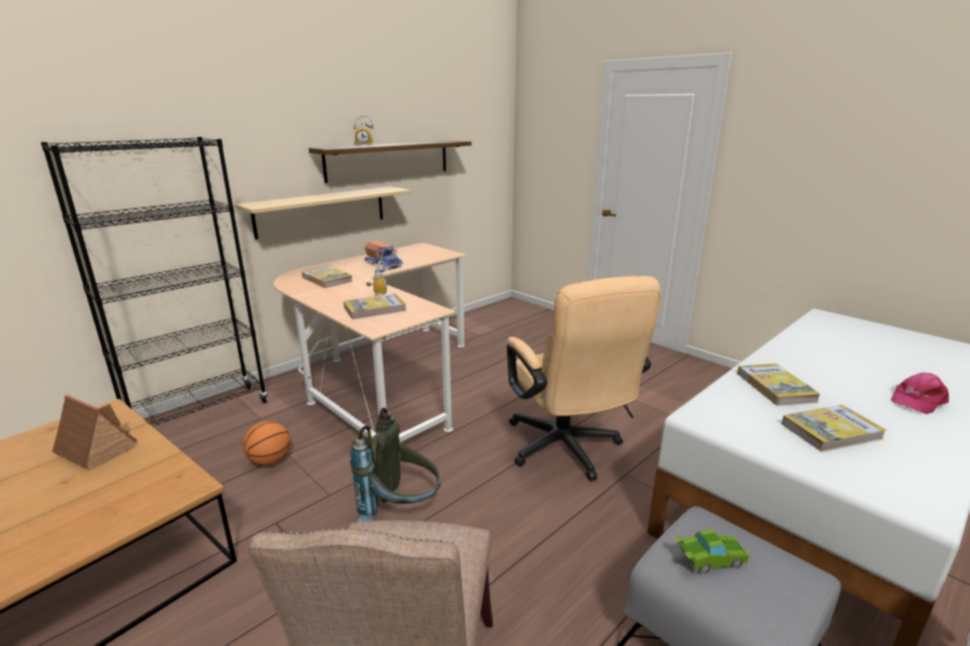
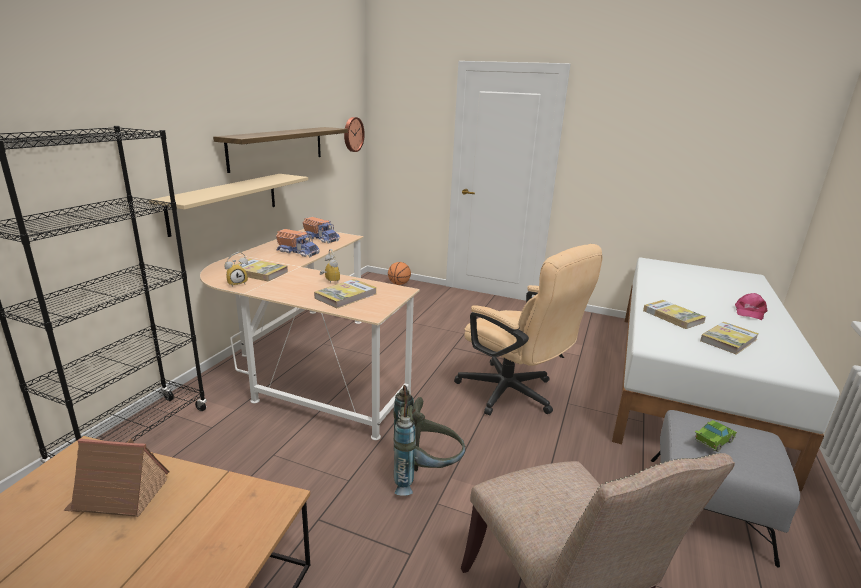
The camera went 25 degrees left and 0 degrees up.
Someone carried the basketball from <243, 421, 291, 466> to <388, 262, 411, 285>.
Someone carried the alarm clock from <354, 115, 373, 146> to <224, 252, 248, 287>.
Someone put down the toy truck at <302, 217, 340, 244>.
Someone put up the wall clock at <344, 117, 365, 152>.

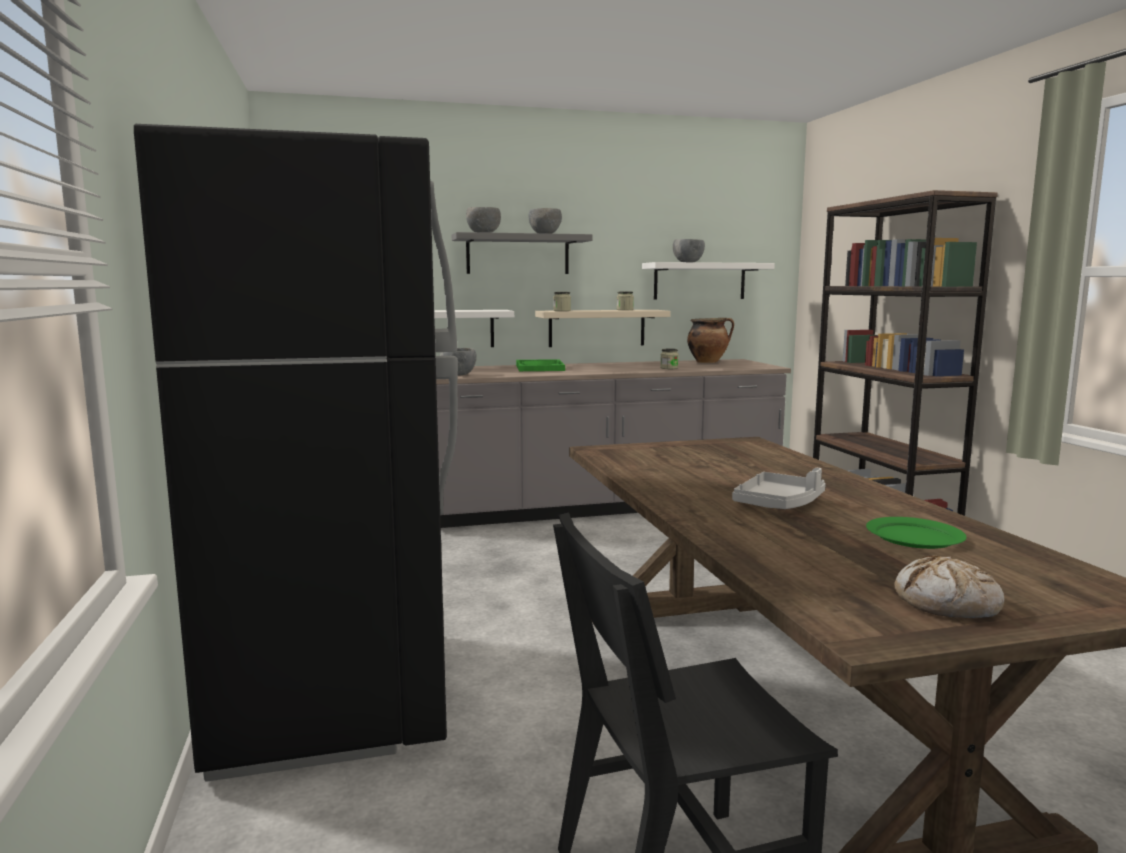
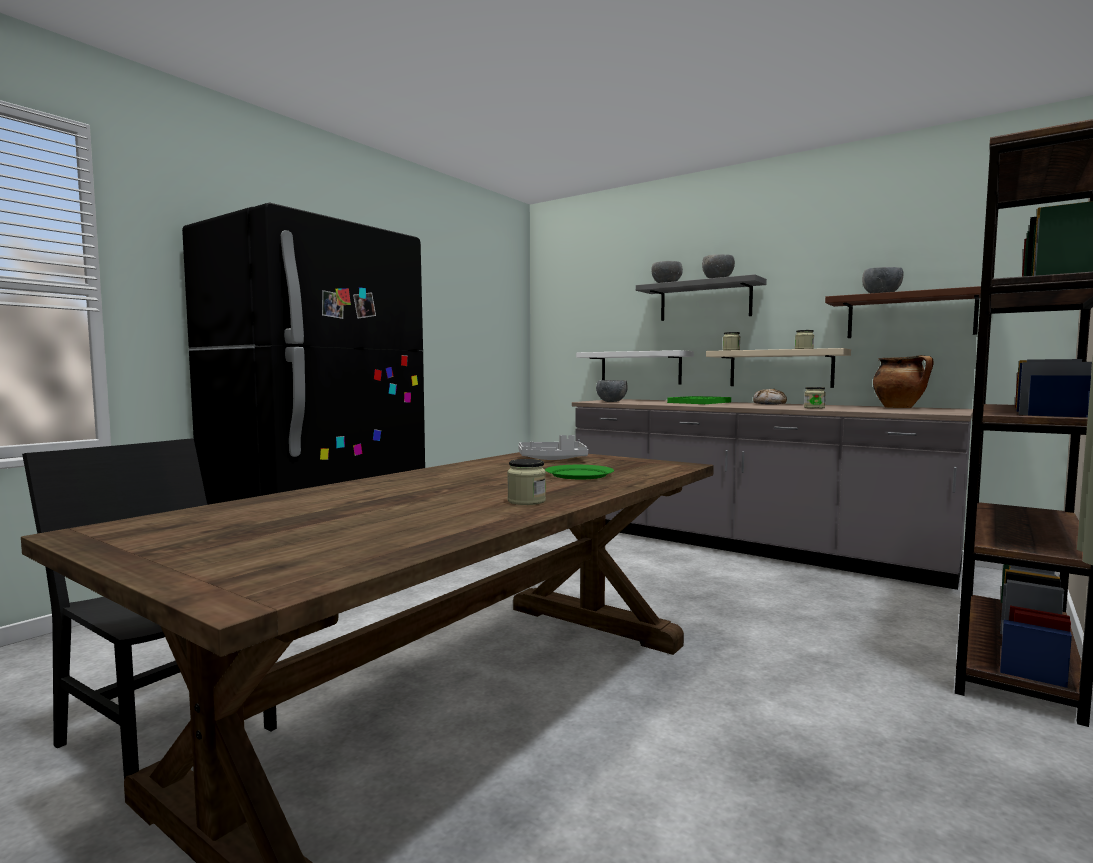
The camera went 50 degrees right and 5 degrees down.
Someone repainted the shelf (white) at <642, 262, 775, 299>, which became the shelf (brown) at <825, 286, 981, 338>.
Someone carried the tray (grey) from <732, 468, 826, 509> to <518, 435, 588, 460>.
Someone carried the plate (green) from <866, 517, 967, 549> to <545, 465, 614, 479>.
Someone carried the bread from <894, 555, 1004, 618> to <753, 389, 787, 405>.
Someone put down the jar at <507, 459, 546, 505>.

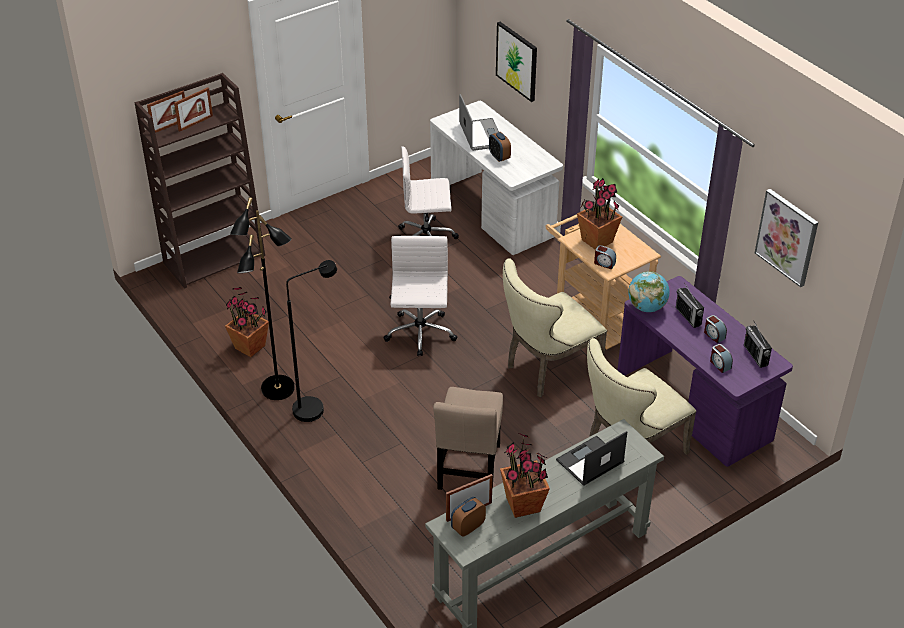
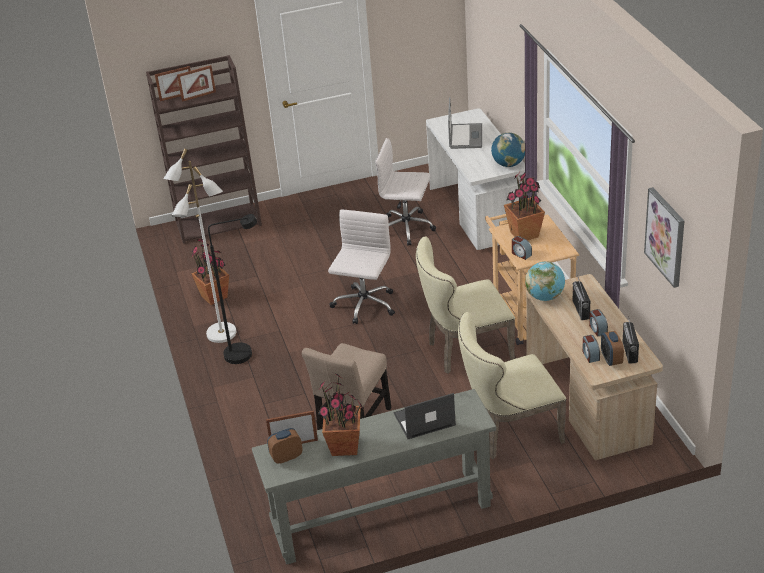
The camera went 20 degrees right and 5 degrees down.
Someone repainted the floor lamp (black) at <230, 197, 295, 400>, which became the floor lamp (white) at <164, 149, 236, 343>.
Someone carried the alarm clock from <489, 132, 511, 162> to <601, 331, 624, 366>.
Someone took away the picture at <496, 22, 537, 102>.
Someone repainted the desk (purple) at <617, 276, 793, 467>, which became the desk (beige) at <526, 274, 663, 460>.
Someone put down the globe at <491, 133, 525, 167>.

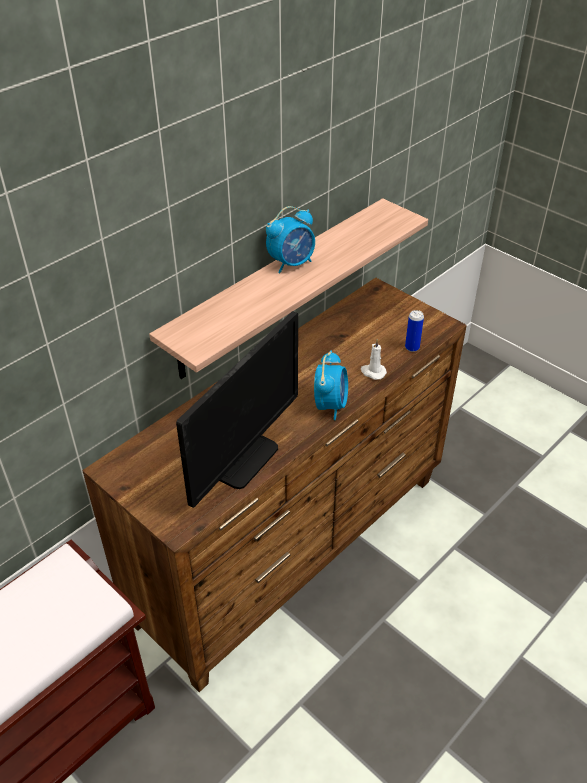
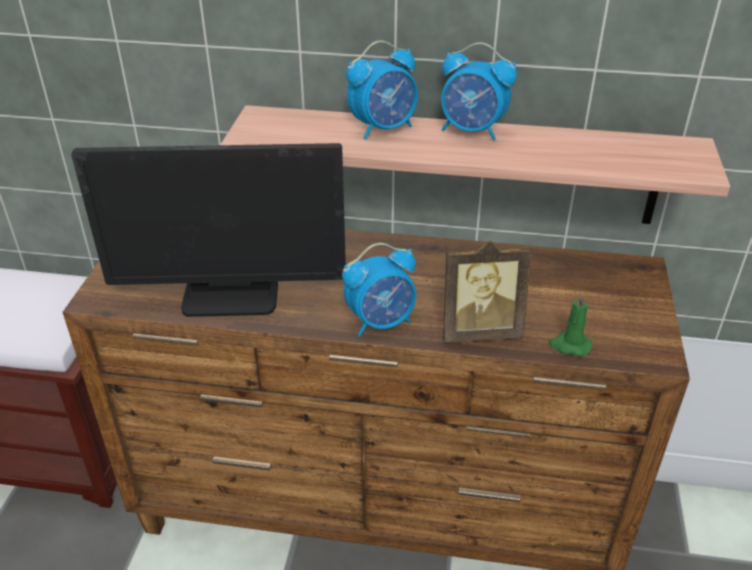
The camera went 55 degrees right and 5 degrees down.
Someone swapped the candle (white) at <361, 339, 387, 380> for the picture frame at <443, 241, 531, 343>.
Someone swapped the can at <405, 310, 424, 352> for the candle (green) at <548, 292, 592, 356>.
Someone put down the alarm clock at <346, 40, 418, 140>.

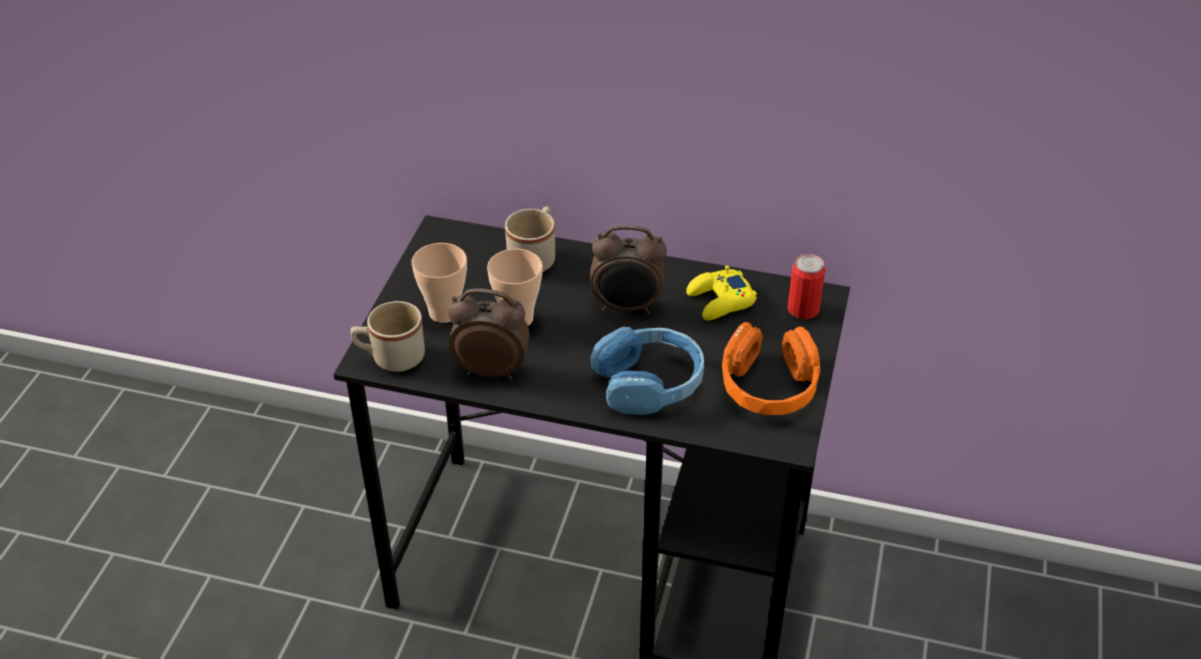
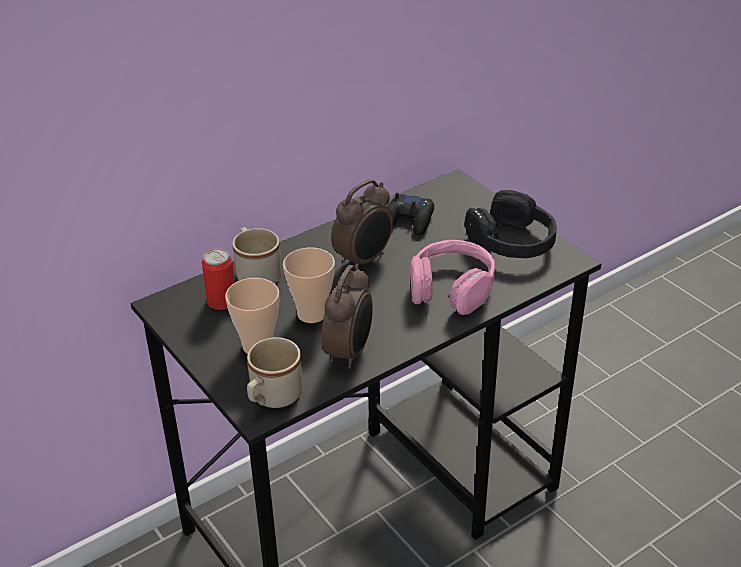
The camera went 50 degrees left and 5 degrees down.
Someone rotated the alarm clock at <447, 288, 530, 380> by 150 degrees clockwise.
Someone repainted the headphones (blue) at <590, 327, 704, 415>, which became the headphones (pink) at <410, 240, 495, 315>.
Someone repainted the game controller (yellow) at <686, 265, 757, 320>, which became the game controller (black) at <387, 193, 434, 235>.
Someone repainted the headphones (orange) at <722, 322, 820, 415>, which became the headphones (black) at <465, 190, 557, 258>.
Someone carried the can from <788, 254, 825, 319> to <202, 248, 235, 310>.

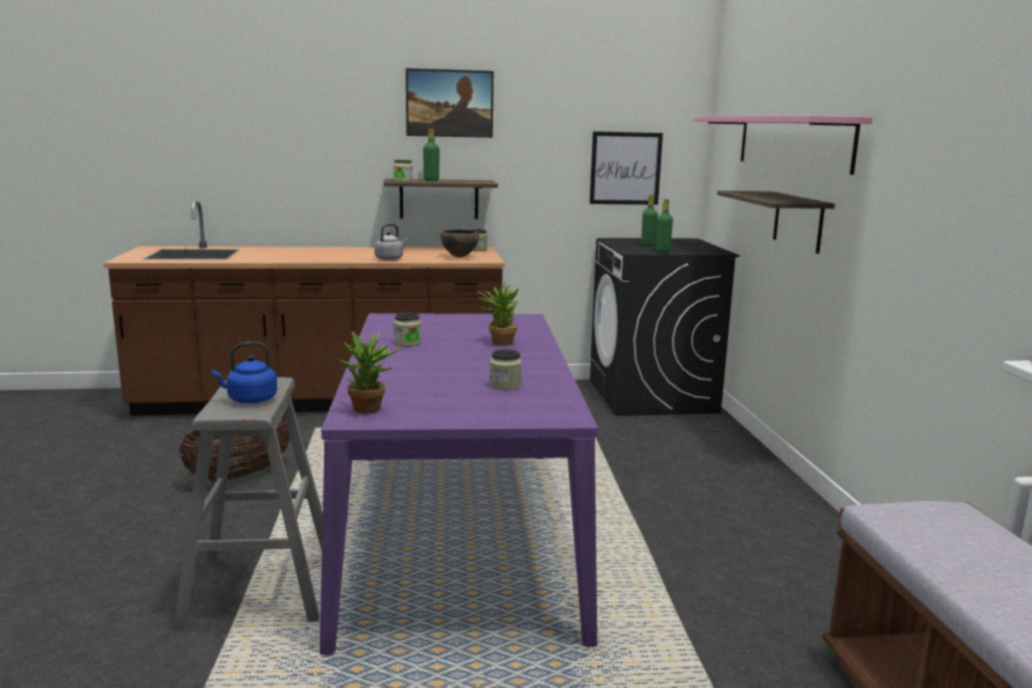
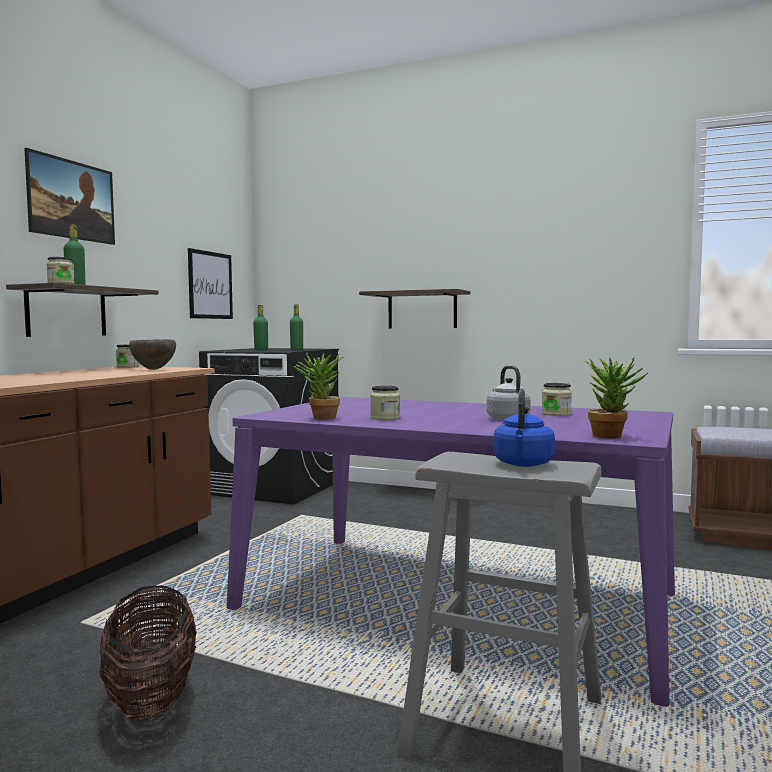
The camera went 60 degrees left and 10 degrees down.
Someone carried the kettle (grey) from <374, 224, 408, 260> to <487, 366, 531, 420>.
Someone carried the potted plant from <477, 282, 519, 346> to <293, 352, 344, 420>.
Someone took away the shelf (pink) at <694, 115, 873, 175>.

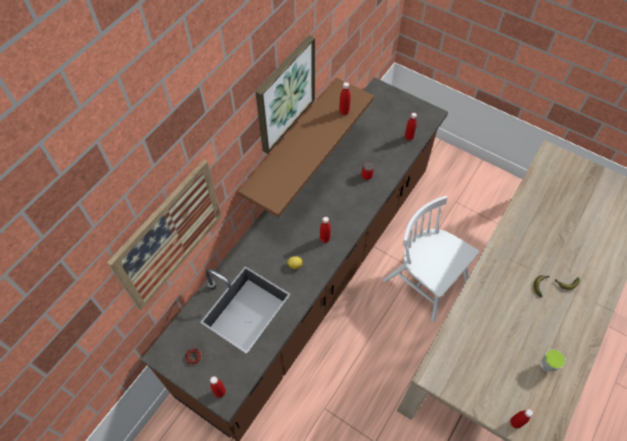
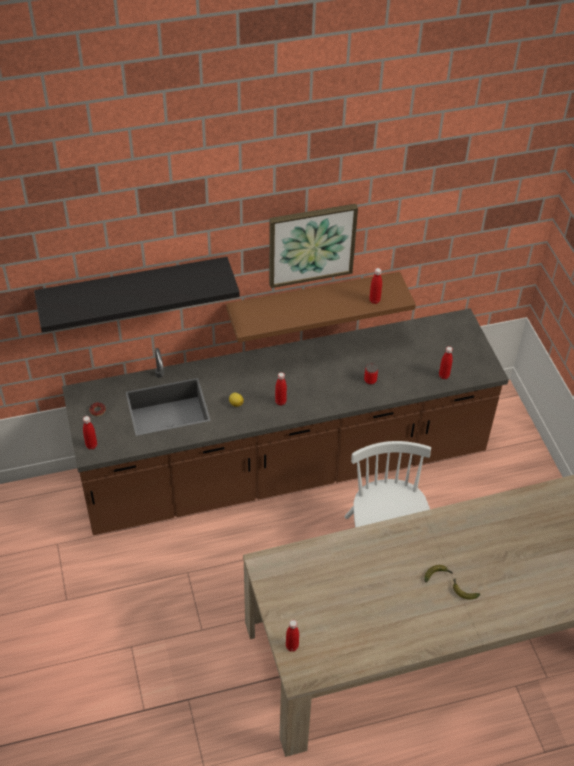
The camera went 40 degrees right and 10 degrees down.
Someone swapped the picture at <107, 159, 222, 310> for the shelf (black) at <34, 257, 240, 333>.
Someone took away the cup at <541, 349, 566, 372>.

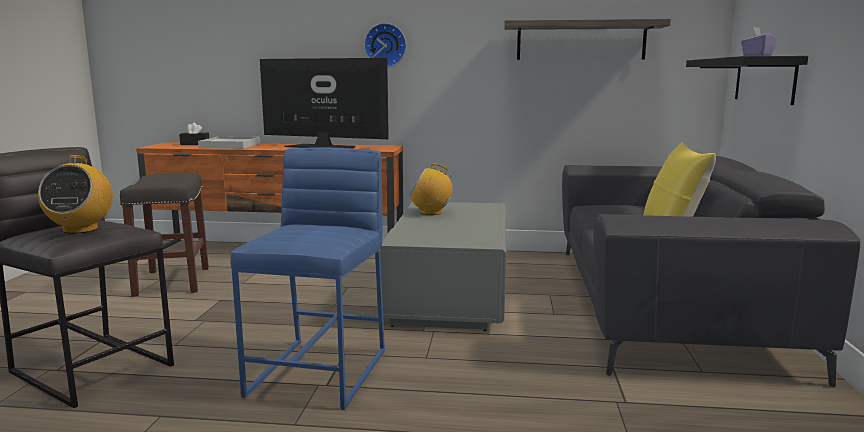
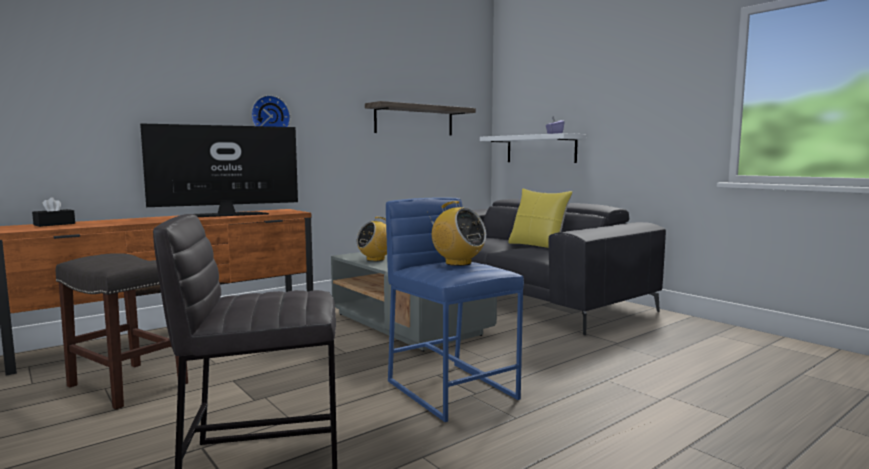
The camera went 45 degrees left and 5 degrees down.
Someone carried the radio from <38, 155, 113, 234> to <429, 201, 486, 266>.
Someone took away the tray (white) at <198, 136, 260, 149>.
Someone repainted the shelf (black) at <686, 56, 808, 105>, which became the shelf (white) at <480, 133, 586, 163>.

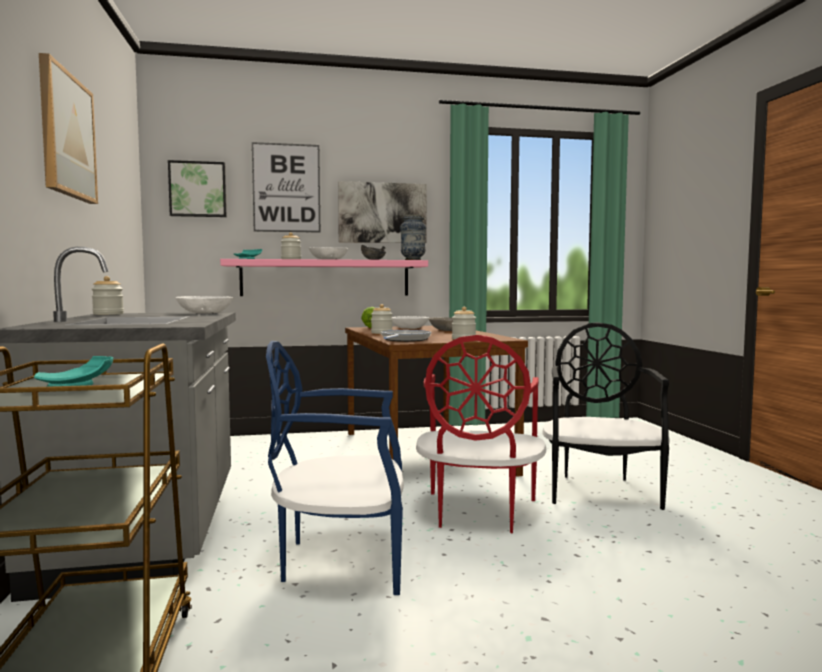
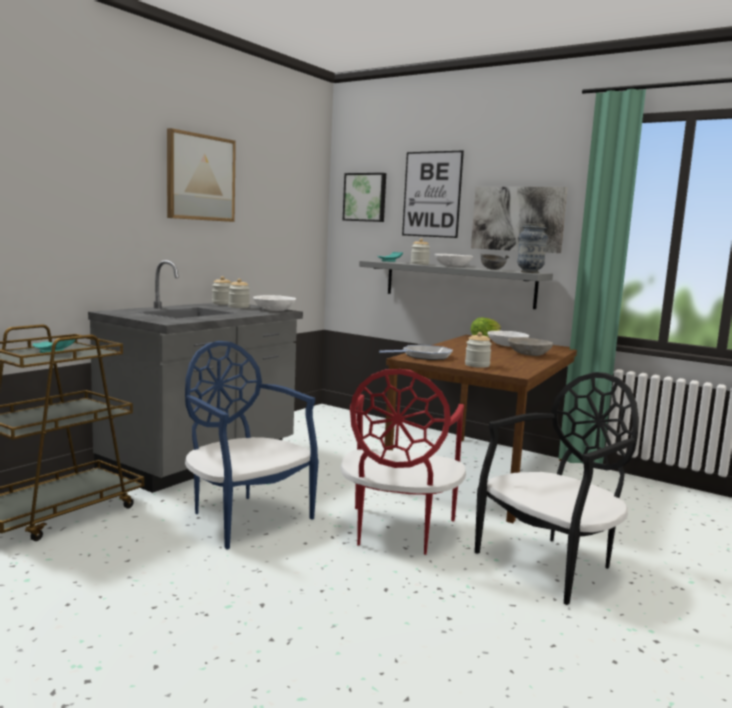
The camera went 45 degrees right and 5 degrees up.
Someone repainted the shelf (pink) at <220, 259, 428, 296>, which became the shelf (grey) at <359, 261, 553, 309>.
Someone carried the jar from <371, 304, 393, 334> to <228, 279, 250, 308>.
Someone rotated the chair (red) at <416, 335, 546, 533> by 45 degrees counterclockwise.

